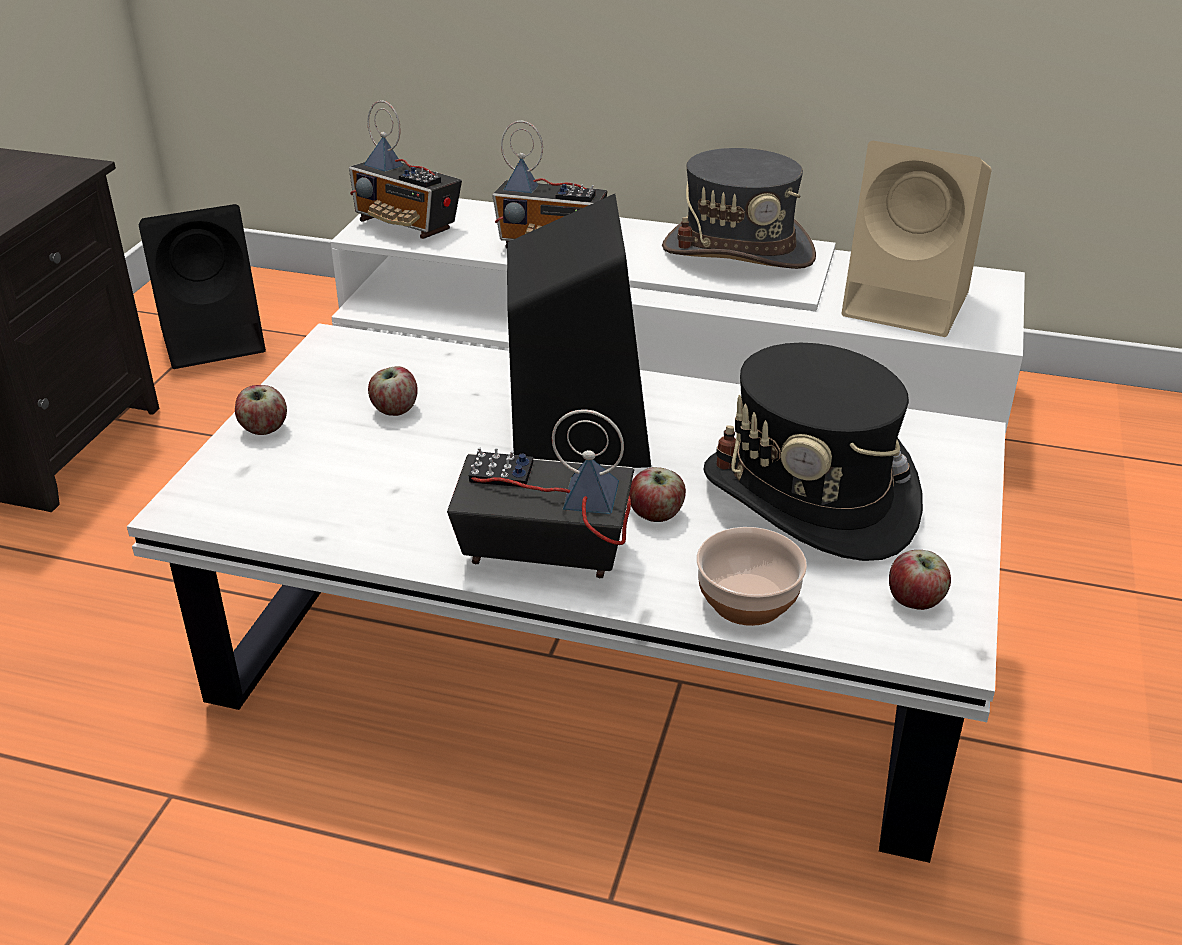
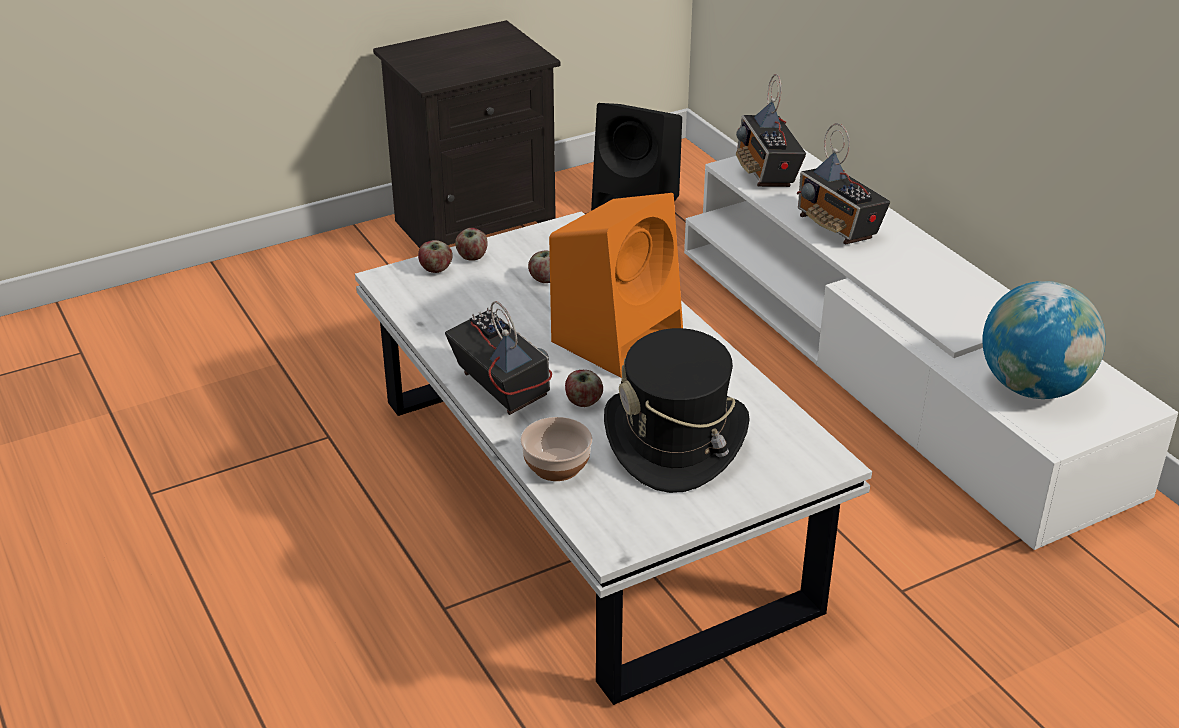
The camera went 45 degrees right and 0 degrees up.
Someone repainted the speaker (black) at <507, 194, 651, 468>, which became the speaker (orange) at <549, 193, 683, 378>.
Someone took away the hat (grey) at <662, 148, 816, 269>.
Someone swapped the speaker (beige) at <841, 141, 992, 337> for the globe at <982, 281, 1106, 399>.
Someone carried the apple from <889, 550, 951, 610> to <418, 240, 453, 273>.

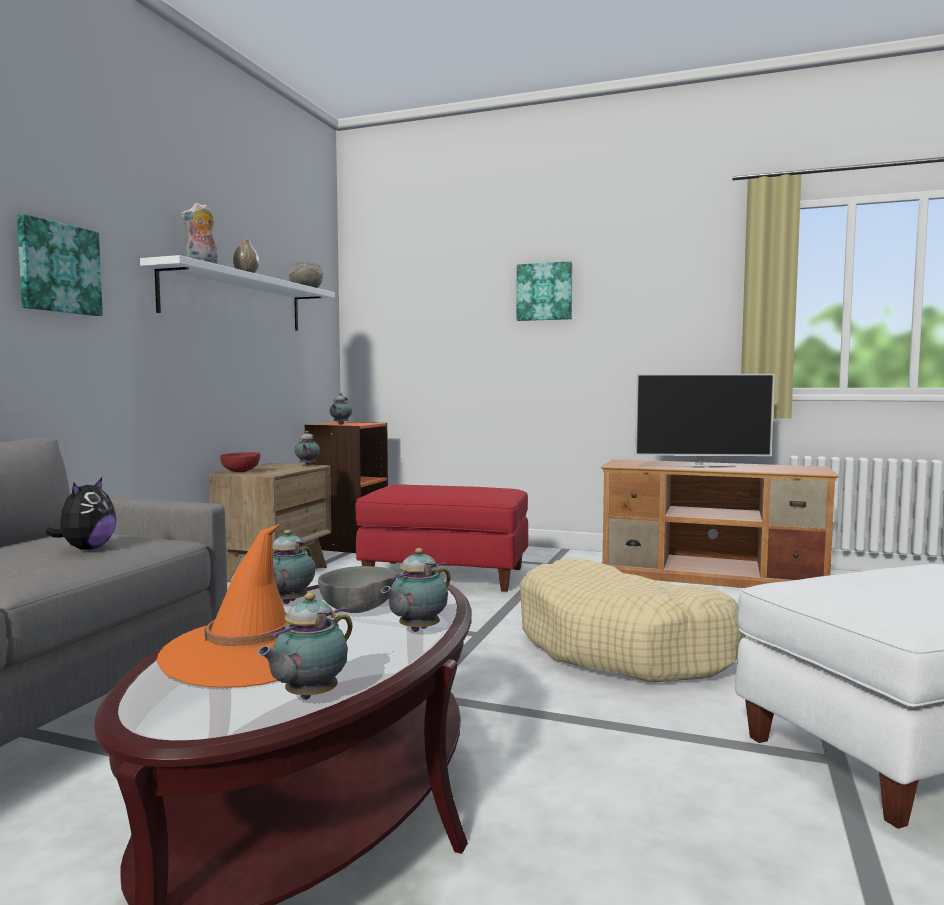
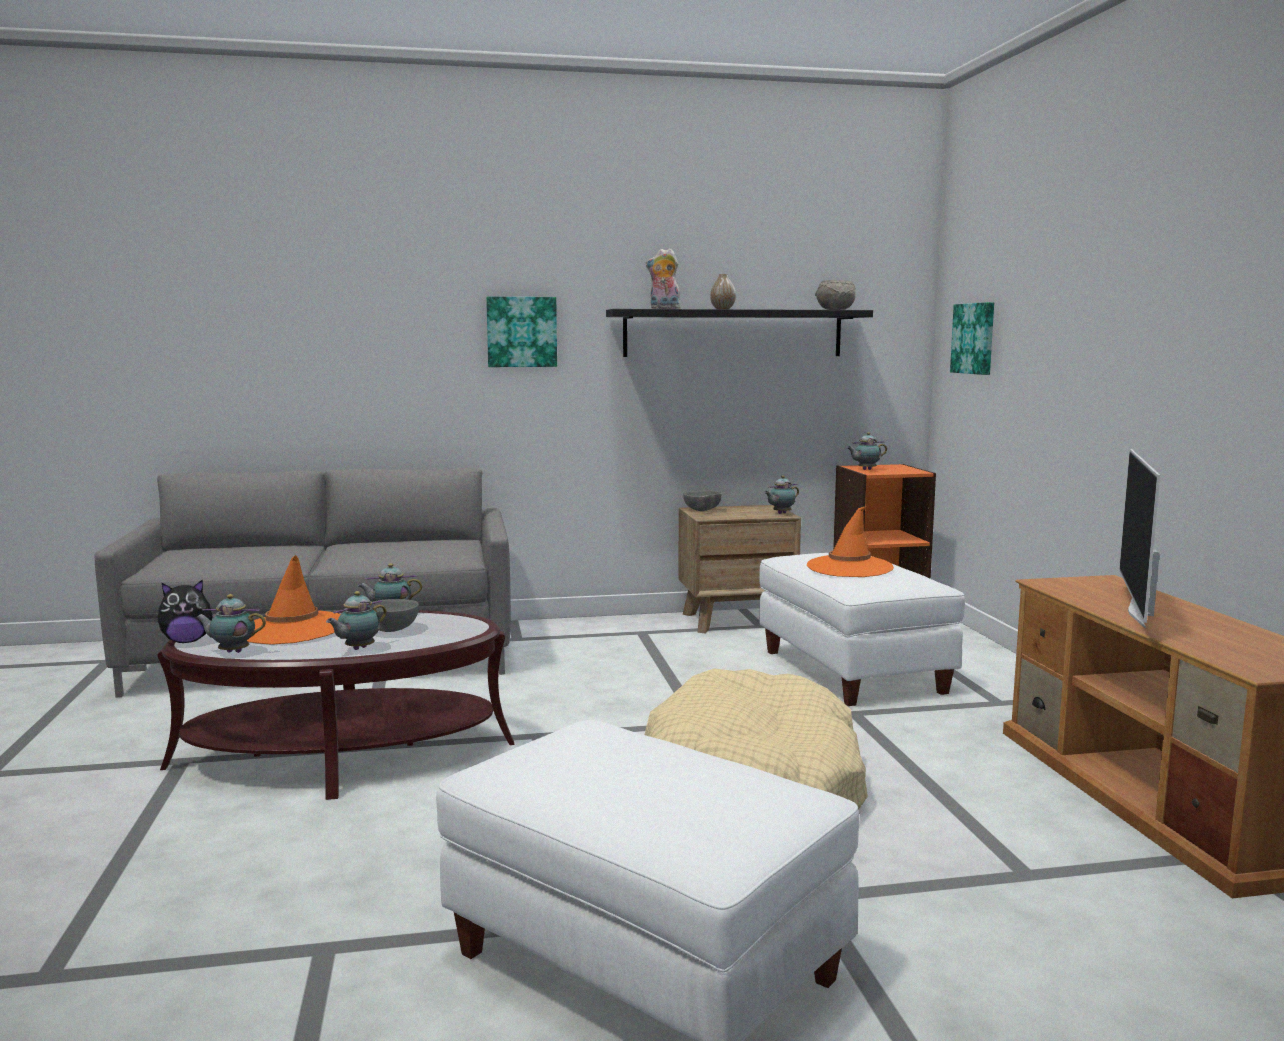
The camera went 60 degrees right and 5 degrees up.
Someone carried the plush toy from <46, 478, 116, 550> to <158, 580, 217, 643>.
Someone repainted the shelf (white) at <140, 255, 335, 331>, which became the shelf (black) at <606, 309, 873, 357>.
Someone repainted the bowl (red) at <220, 452, 260, 472>, which became the bowl (grey) at <683, 490, 722, 511>.
Someone repainted the ottoman (red) at <355, 484, 528, 592>, which became the ottoman (white) at <759, 553, 965, 706>.
Someone rotated the teapot at <381, 548, 451, 632> by 60 degrees counterclockwise.
Someone carried the picture from <516, 261, 572, 321> to <950, 302, 994, 375>.
Someone rotated the television at <635, 374, 775, 468> by 45 degrees clockwise.
Someone put down the hat (orange) at <807, 506, 894, 577>.

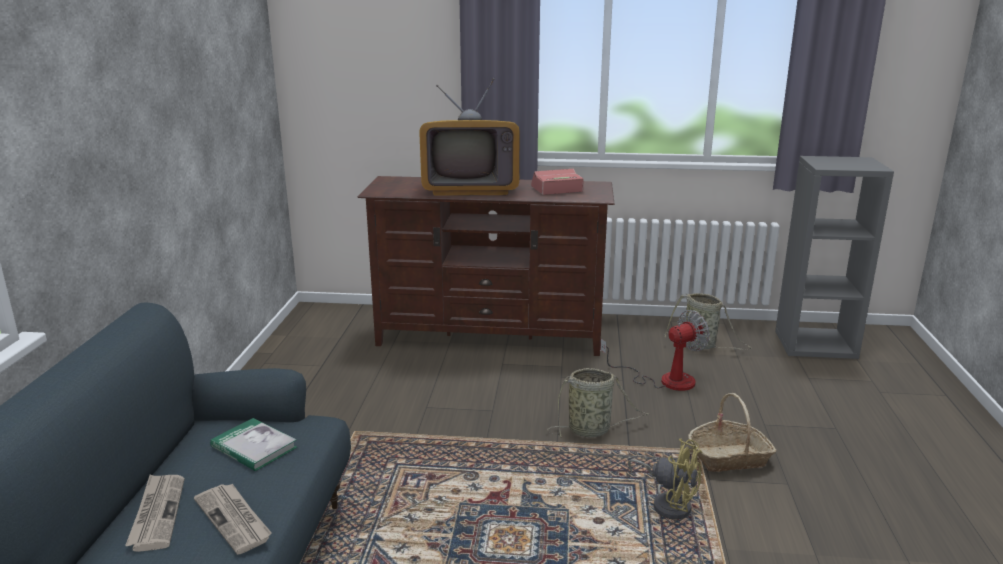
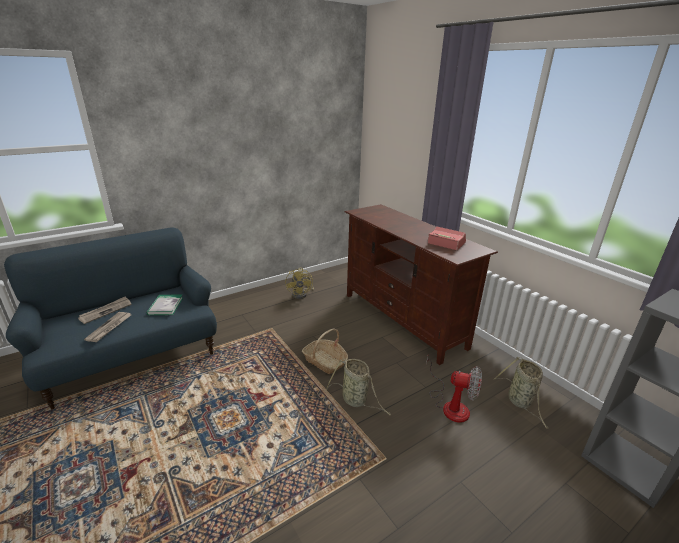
The camera went 50 degrees right and 5 degrees up.
Someone took away the television at <419, 78, 520, 196>.
Someone carried the fan (yellow) from <628, 439, 702, 520> to <285, 267, 314, 299>.
Someone carried the basket from <688, 393, 776, 472> to <302, 328, 348, 374>.

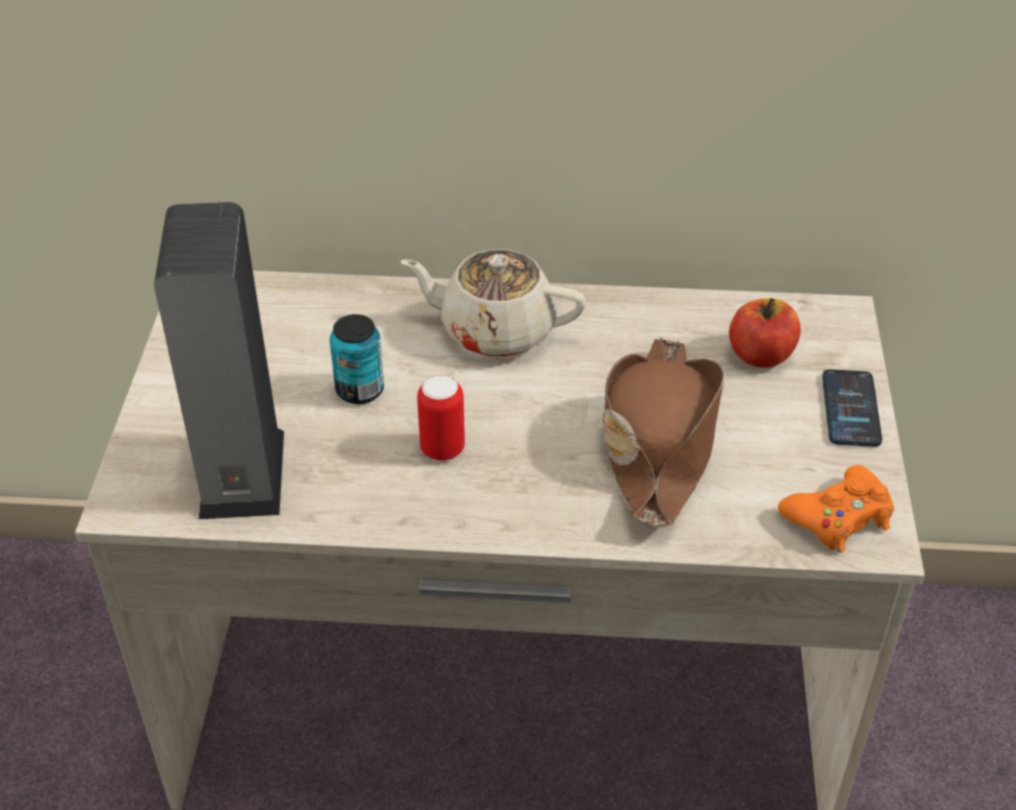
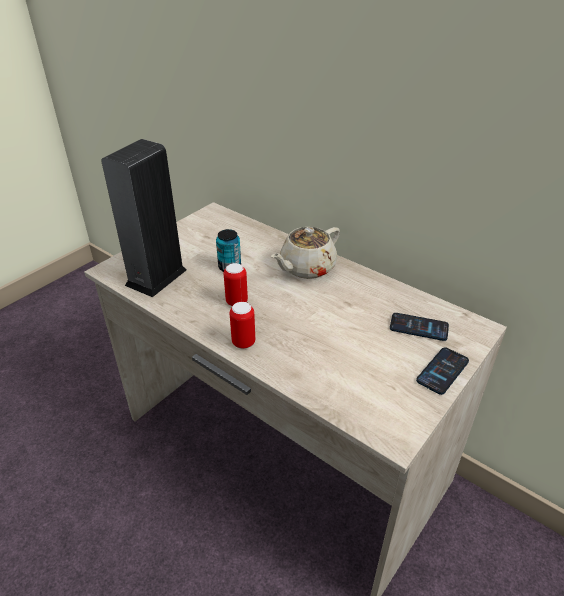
The camera went 35 degrees right and 5 degrees down.
Someone rotated the teapot (beige) at <400, 249, 586, 357> by 90 degrees counterclockwise.
Someone took away the hat (brown) at <602, 337, 725, 528>.
Someone swapped the apple at <729, 298, 801, 367> for the phone at <390, 313, 449, 341>.
Someone took away the game controller (orange) at <778, 465, 894, 553>.
Someone put down the can at <229, 302, 255, 349>.

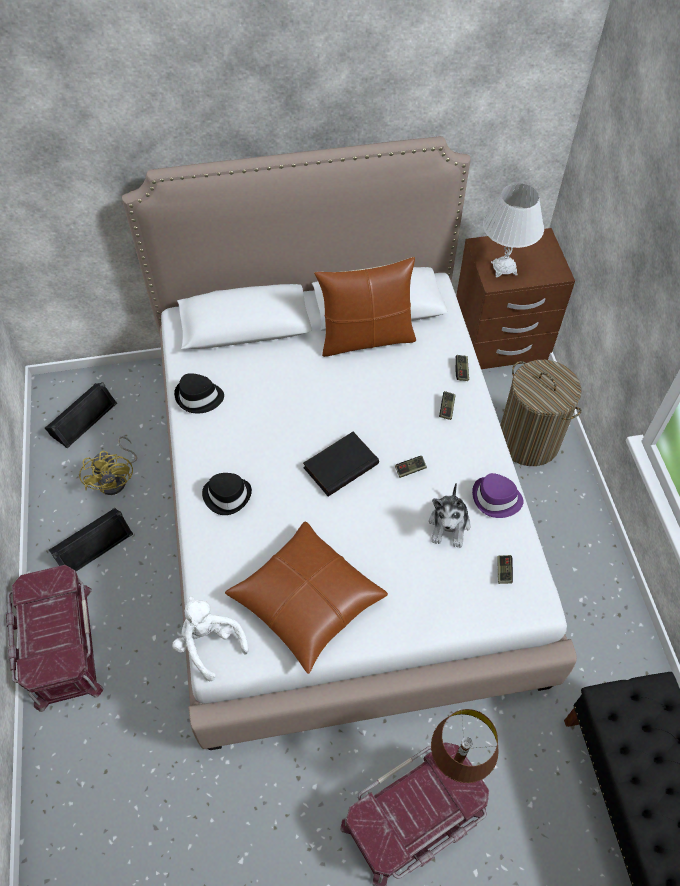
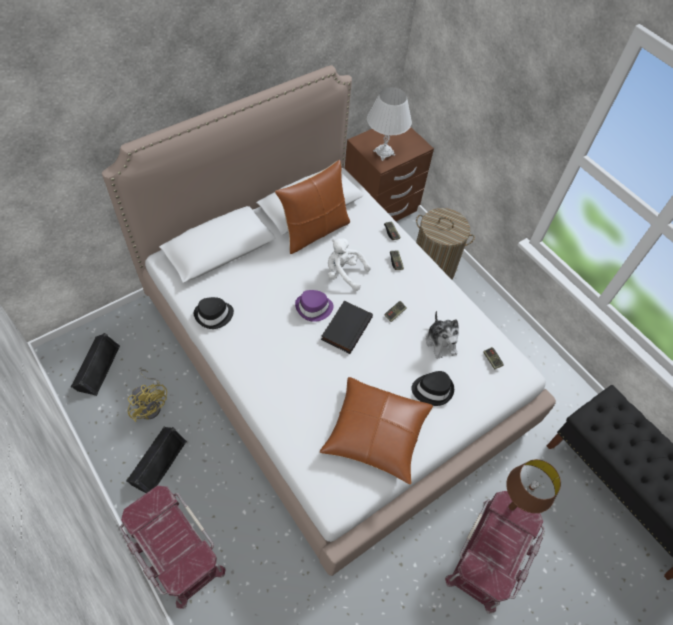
The camera went 30 degrees left and 0 degrees up.
Someone carried the plush toy (white) from <172, 596, 249, 681> to <328, 238, 371, 291>.
Someone carried the hat (black) from <202, 473, 252, 515> to <411, 371, 454, 406>.
Someone carried the hat (purple) from <472, 473, 524, 518> to <295, 290, 334, 322>.

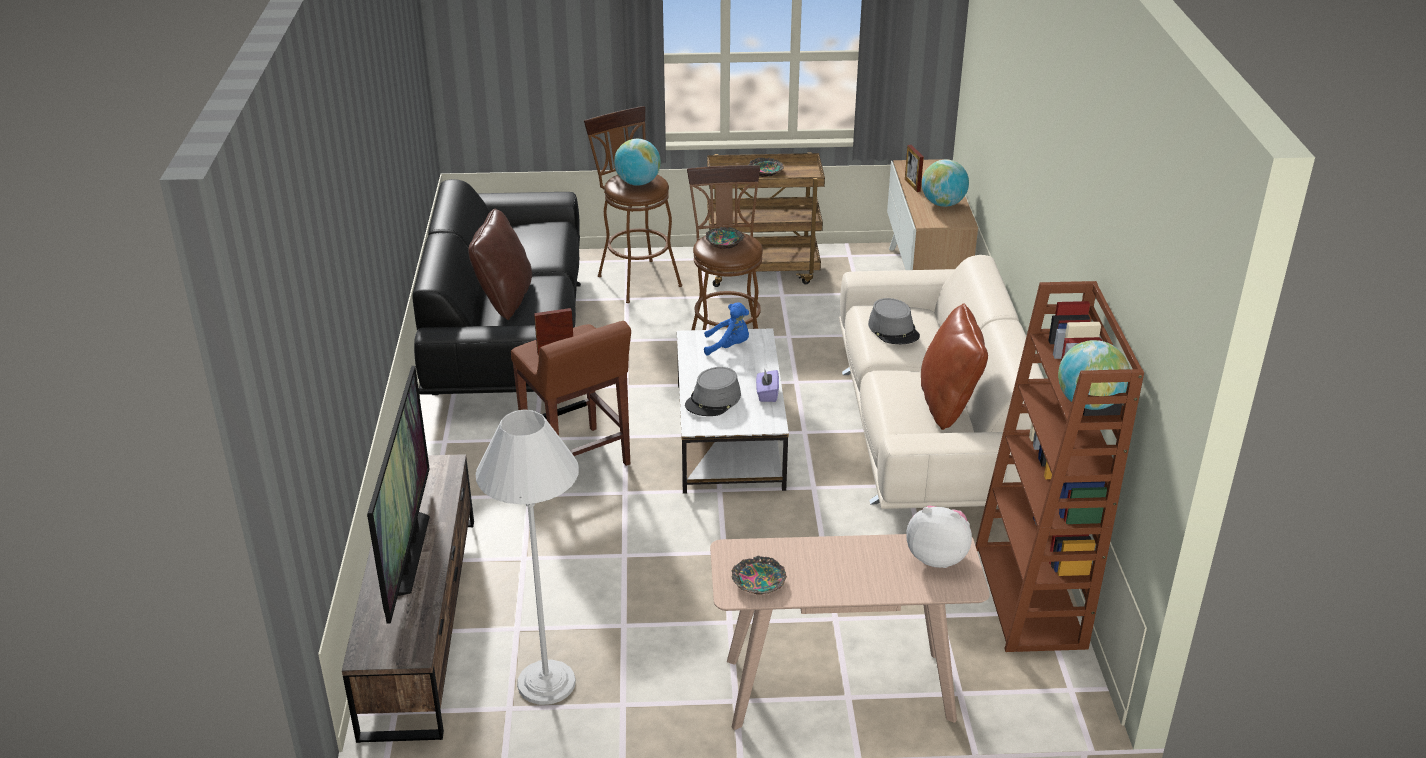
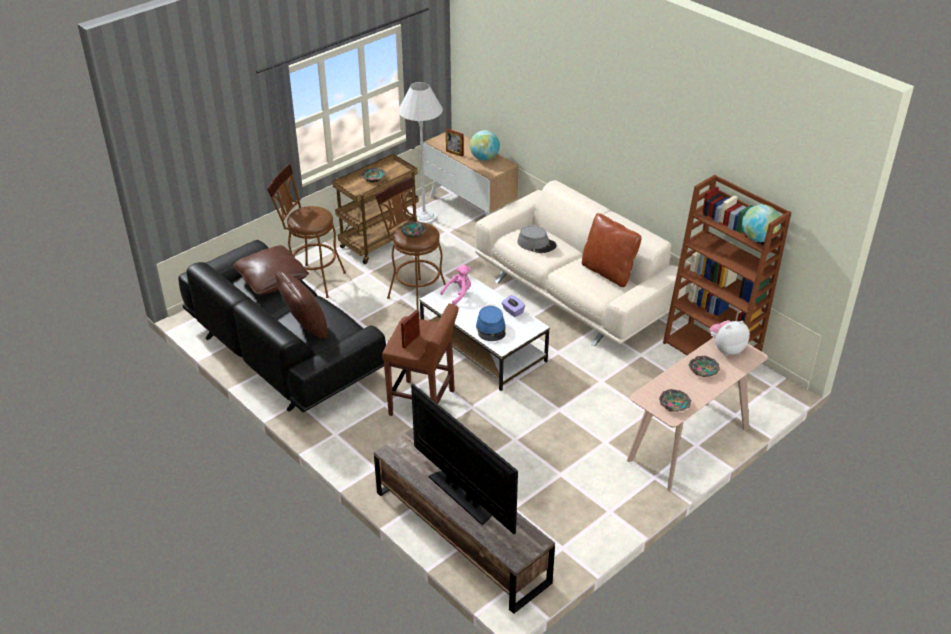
The camera went 40 degrees left and 5 degrees up.
Someone carried the floor lamp (white) from <476, 409, 579, 705> to <398, 82, 443, 224>.
Someone took away the globe at <614, 139, 661, 186>.
Someone repainted the hat (grey) at <685, 367, 741, 416>, which became the hat (blue) at <476, 306, 506, 341>.
Someone repainted the plush toy (blue) at <704, 303, 749, 356>, which became the plush toy (pink) at <440, 265, 471, 305>.
Someone put down the pillow (brown) at <233, 245, 309, 295>.
Someone put down the bowl at <689, 356, 720, 377>.

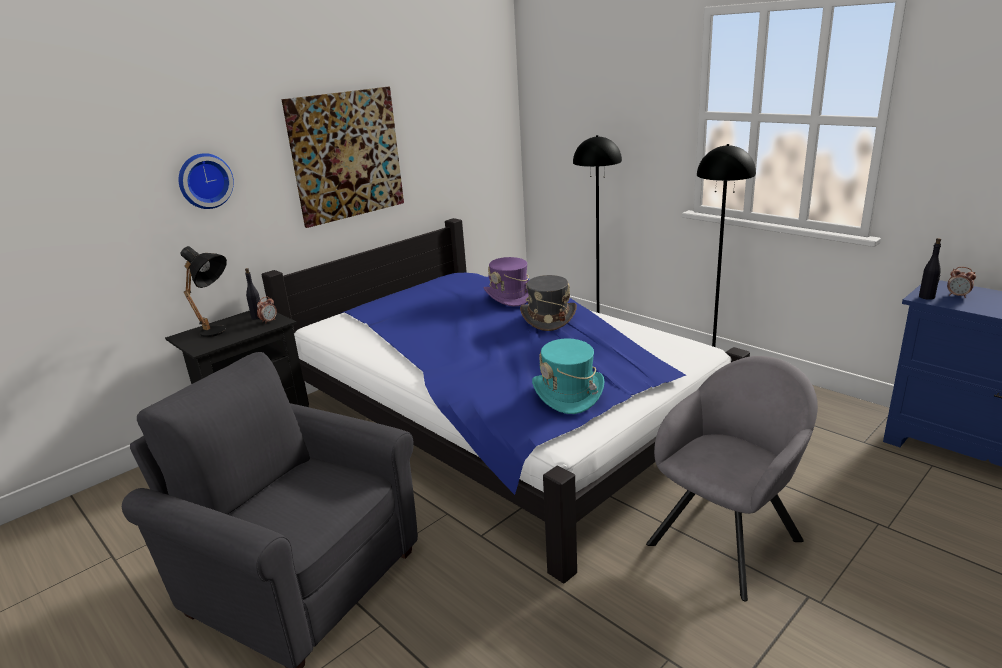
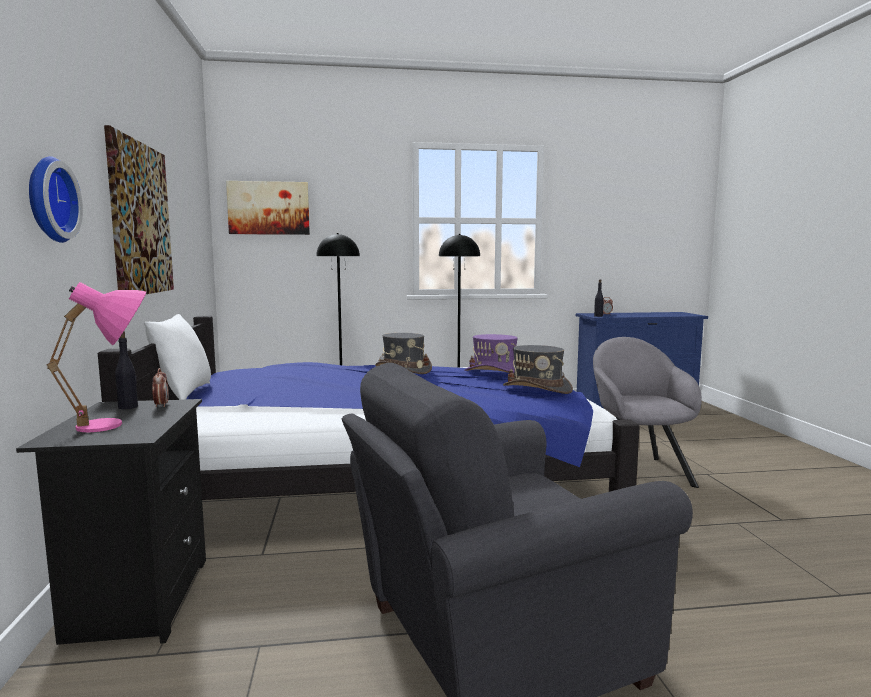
The camera went 55 degrees left and 15 degrees down.
Someone repainted the table lamp (black) at <181, 246, 227, 337>, which became the table lamp (pink) at <47, 282, 146, 432>.
Someone carried the hat (purple) from <484, 257, 529, 307> to <464, 334, 517, 374>.
Someone repainted the hat (turquoise) at <532, 338, 605, 414>, which became the hat (grey) at <503, 345, 573, 394>.
Someone put down the pillow (white) at <144, 314, 211, 400>.
Someone put up the picture at <226, 181, 310, 235>.

